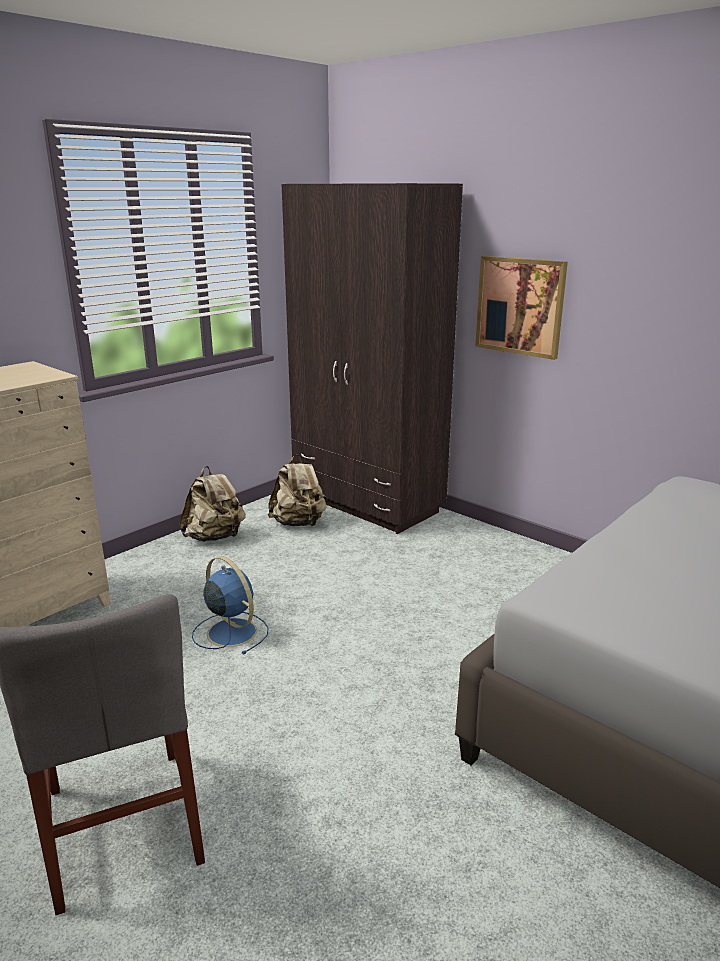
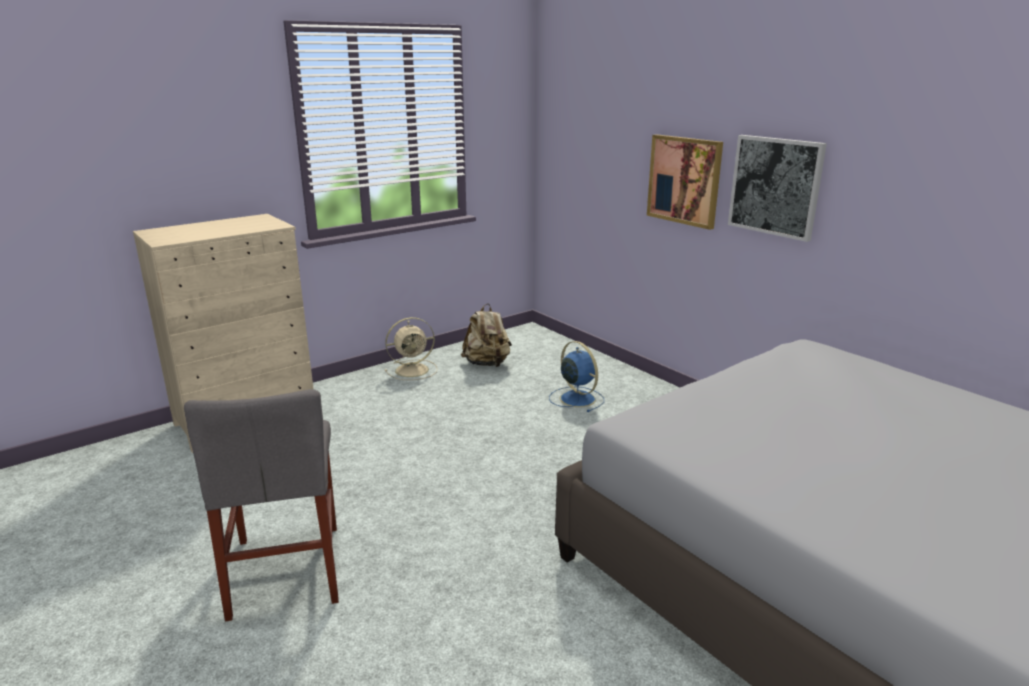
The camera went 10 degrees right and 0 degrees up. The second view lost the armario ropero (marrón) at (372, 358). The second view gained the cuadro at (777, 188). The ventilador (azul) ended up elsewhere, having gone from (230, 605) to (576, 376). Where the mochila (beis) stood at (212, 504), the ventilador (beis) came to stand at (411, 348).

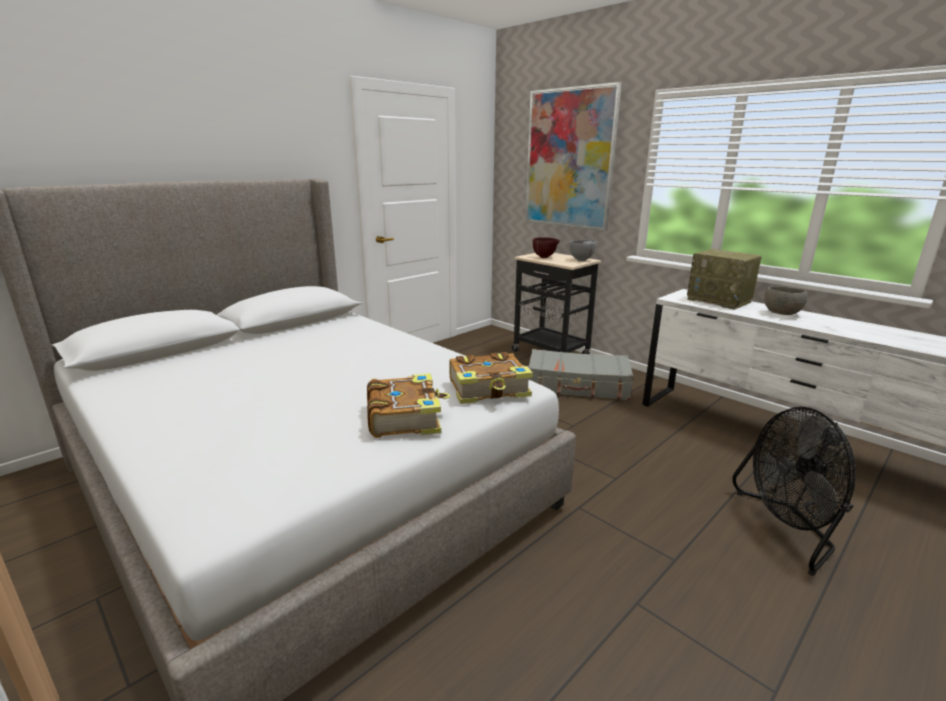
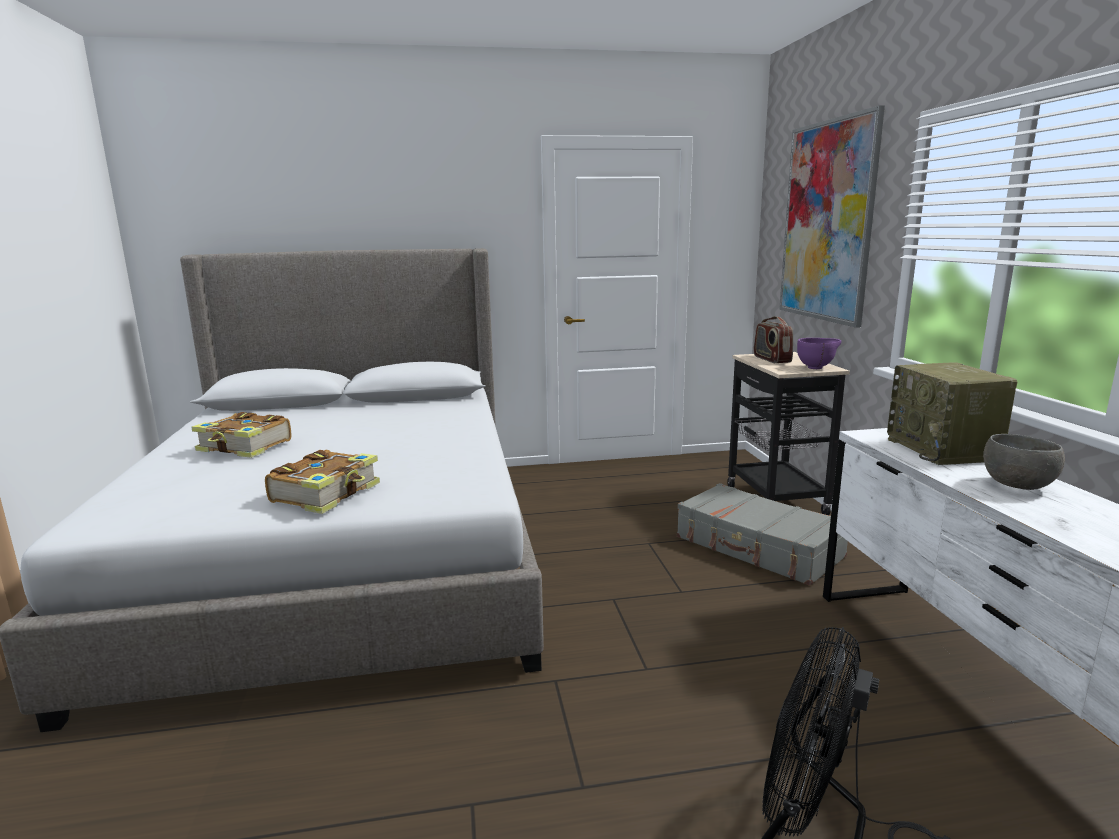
The camera went 35 degrees right and 5 degrees down. The libro ended up elsewhere, having gone from (491, 378) to (241, 435). Where the cuenco (marrón) stood at (546, 247), the radio came to stand at (773, 339). What was the cuenco (gris) at (583, 251) turned into the cuenco (morado) at (819, 353).

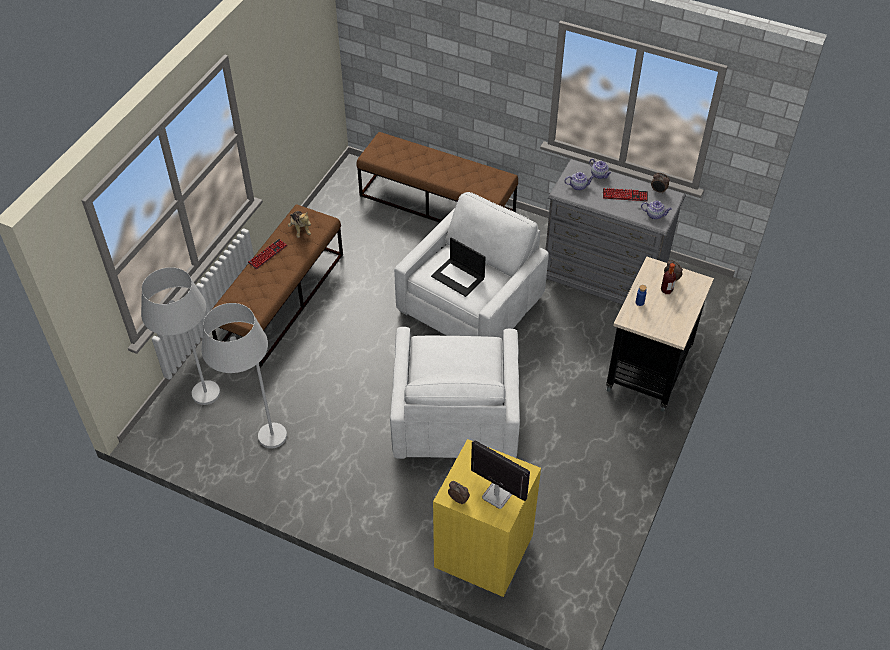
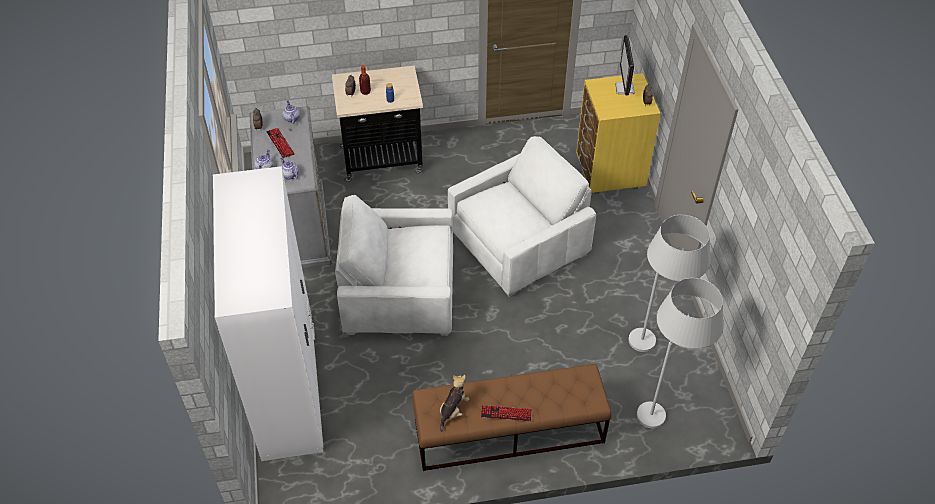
The camera went 125 degrees left and 0 degrees up. The second view lost the portátil at (458, 267). Where the banco (marrón) stood at (437, 177), the armario ropero (blanco) came to stand at (268, 313).

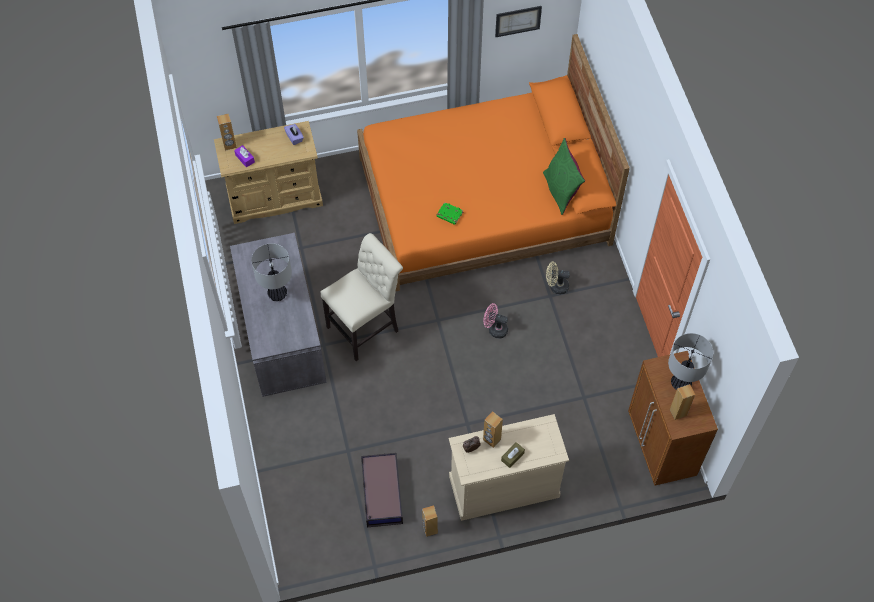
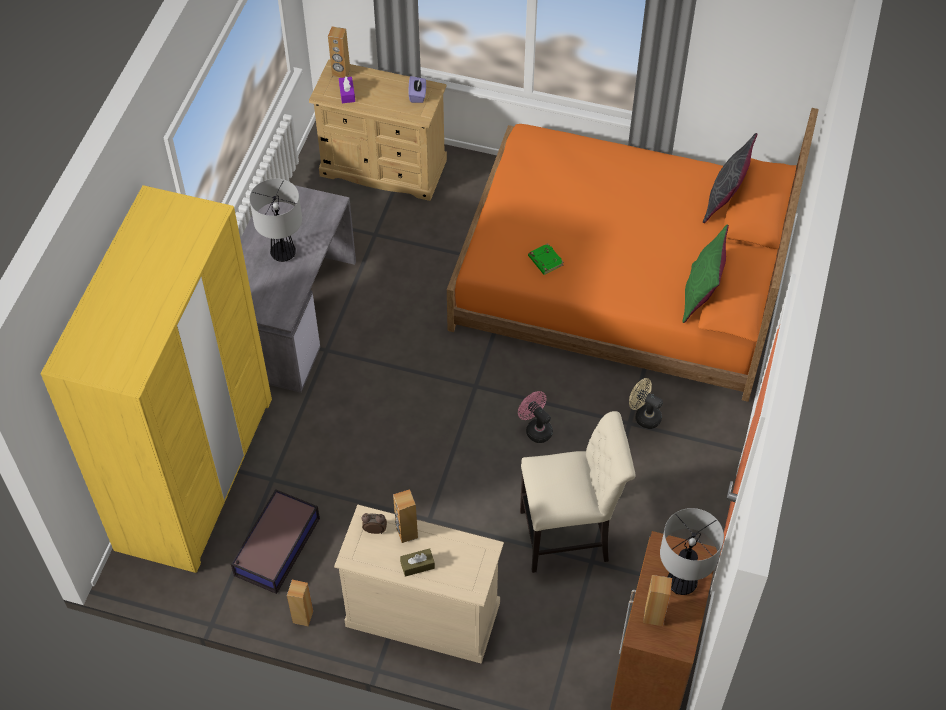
The camera went 30 degrees right and 5 degrees down. The second view lost the cuadro at (518, 21). The second view gained the armario ropero (amarillo) at (156, 379). The second view gained the cojín (gris) at (730, 178). The taburete (beis) ended up elsewhere, having gone from (361, 297) to (578, 492).

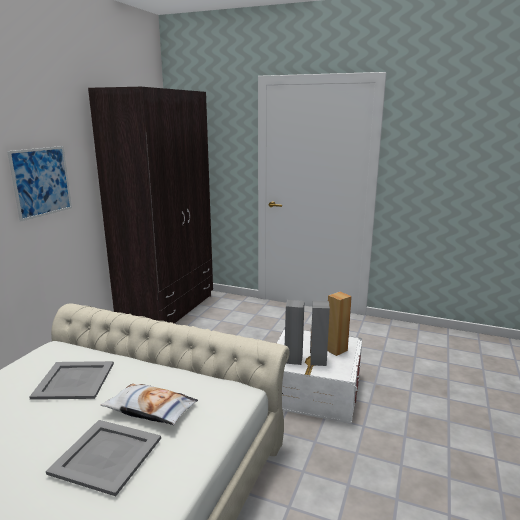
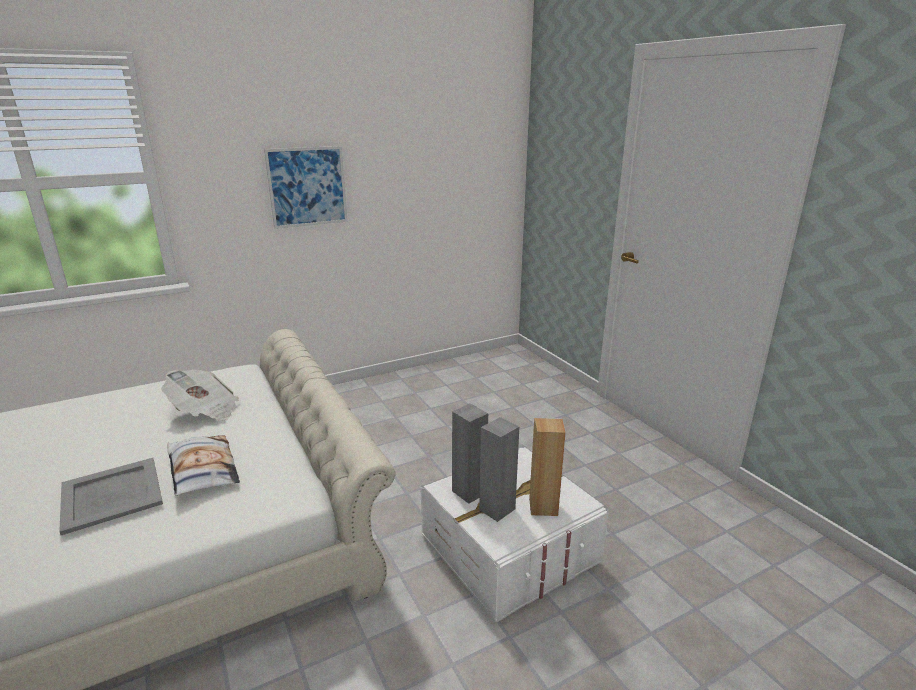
The camera went 40 degrees right and 5 degrees up. The second view lost the armario ropero (marrón) at (150, 205). Where the bandeja (gris) stood at (71, 380), the periódico came to stand at (200, 395).

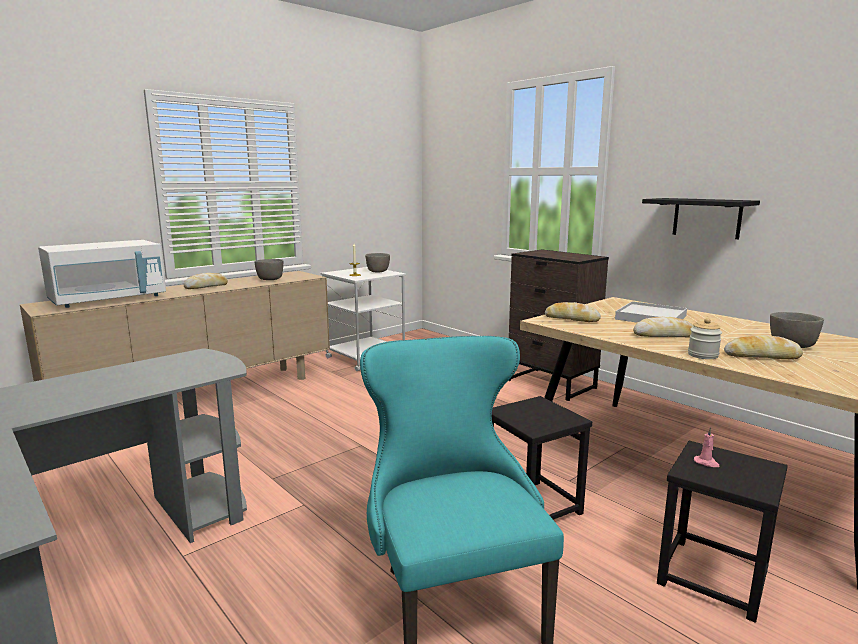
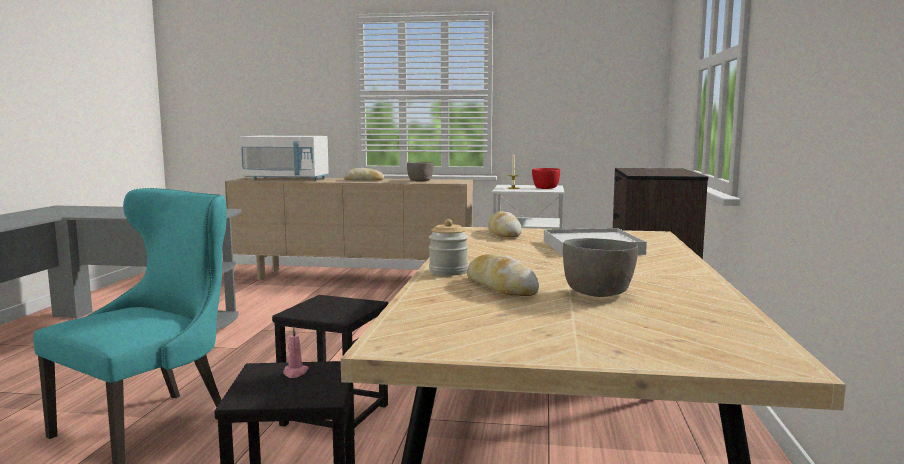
The camera went 50 degrees right and 5 degrees down. The second view lost the pan at (663, 327). The second view lost the estante (negro) at (701, 218). What was the cuenco (gris) at (377, 263) turned into the cuenco (rojo) at (546, 178).

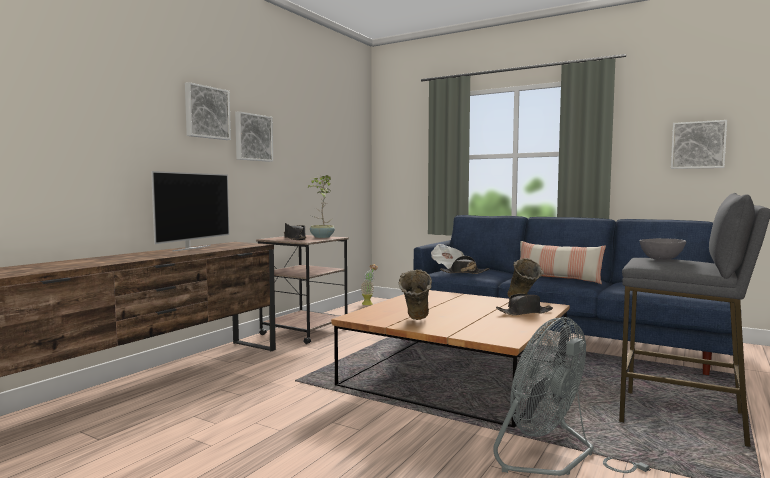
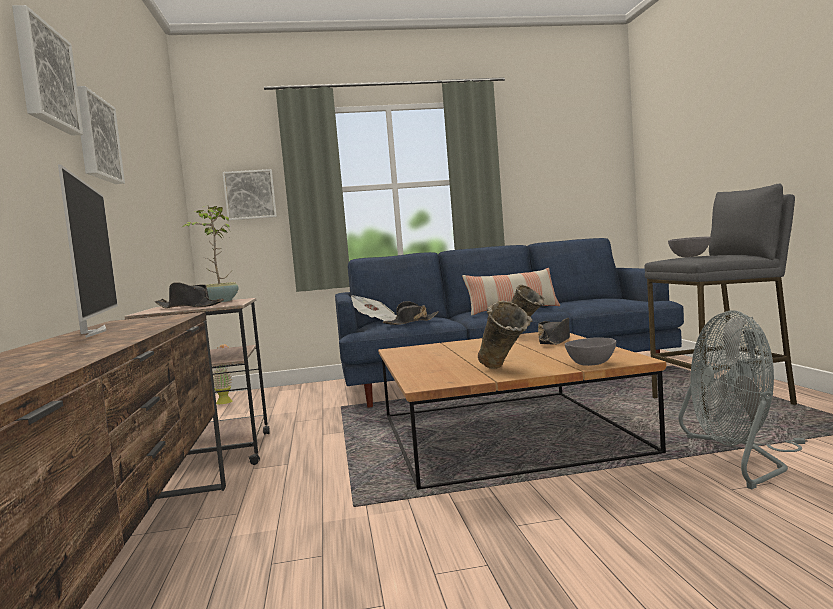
The camera went 40 degrees left and 0 degrees up. The second view gained the cuenco (gris) at (590, 351). The cuadro ended up elsewhere, having gone from (699, 144) to (249, 195).

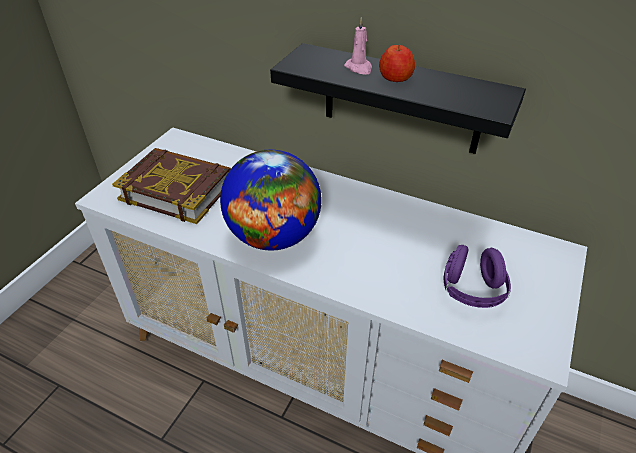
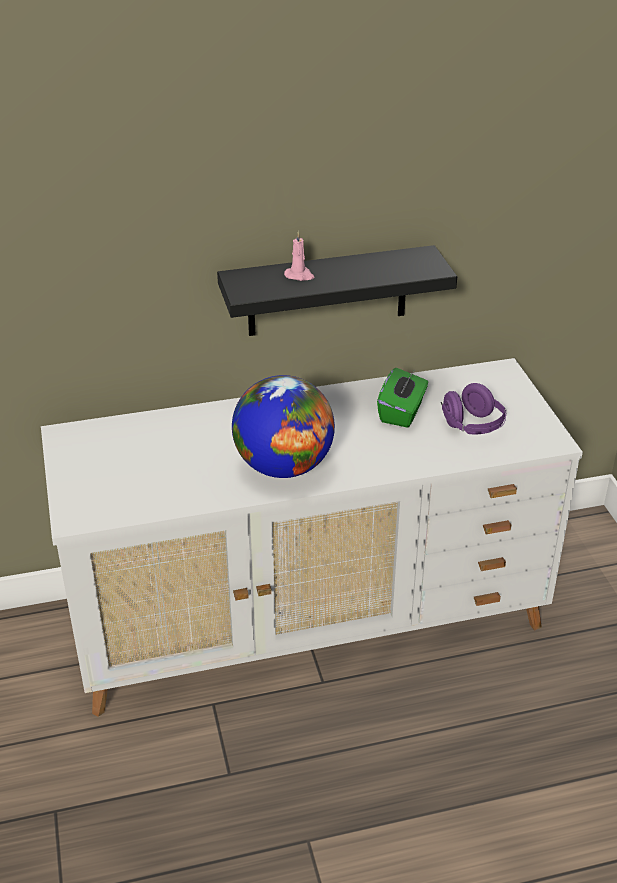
The camera went 40 degrees left and 5 degrees down. The second view lost the libro at (171, 186). The second view lost the manzana at (397, 63). The second view gained the caja de pañuelos (verde) at (402, 398).

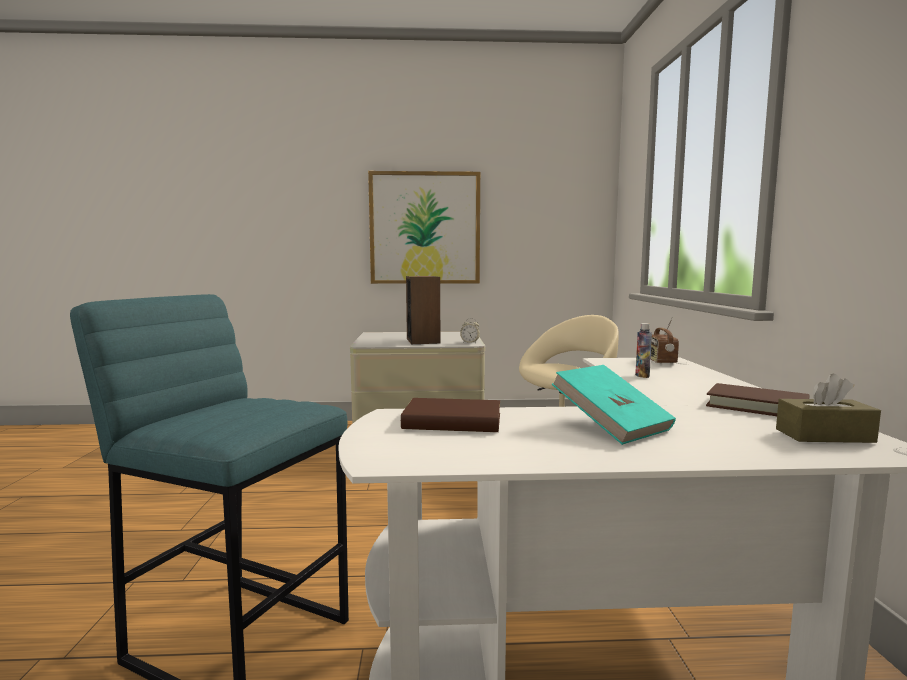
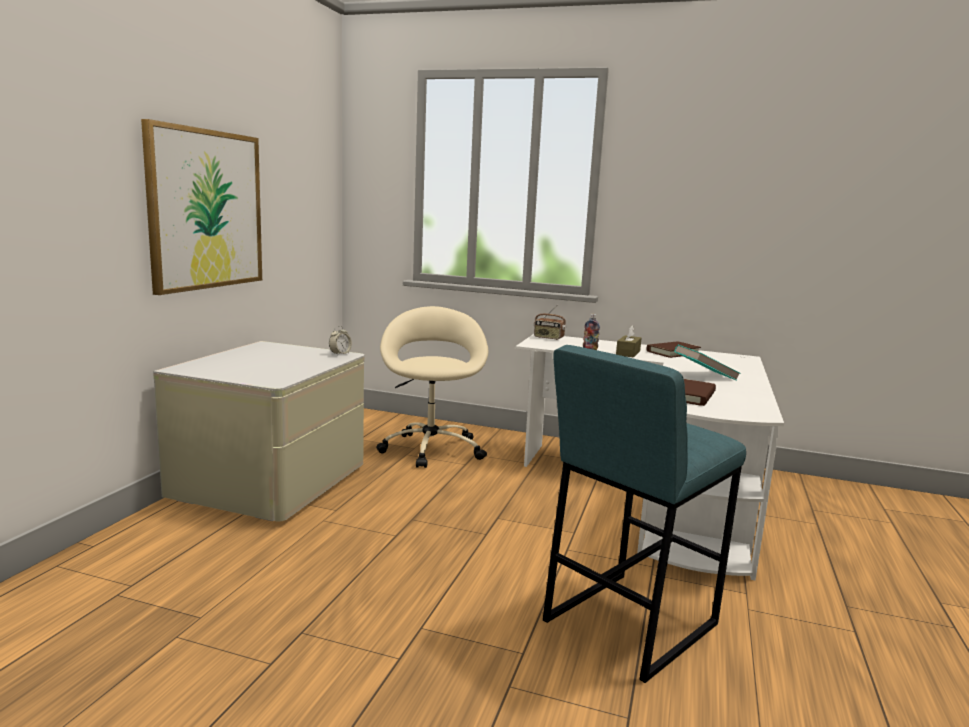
The camera went 70 degrees left and 5 degrees up. The second view lost the altavoz at (423, 310). The caja de pañuelos (marrón) ended up elsewhere, having gone from (828, 408) to (628, 341).

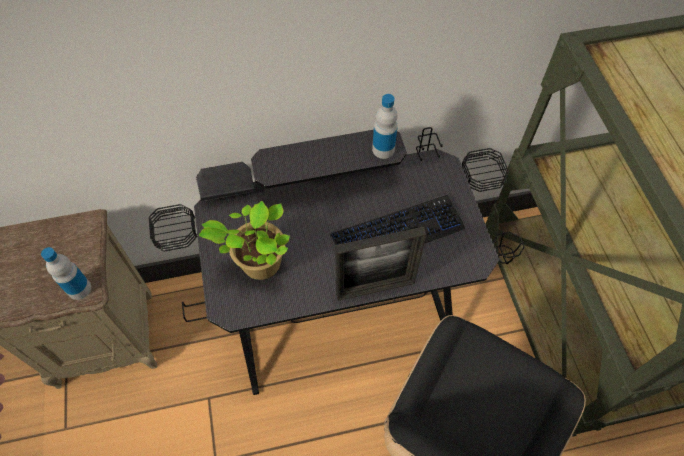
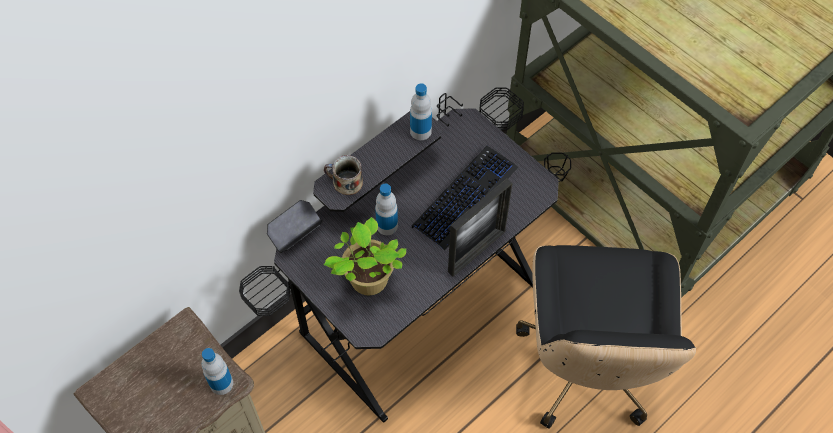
The camera went 30 degrees left and 0 degrees up. The second view gained the taza grande at (343, 175). The second view gained the botella at (386, 209).

